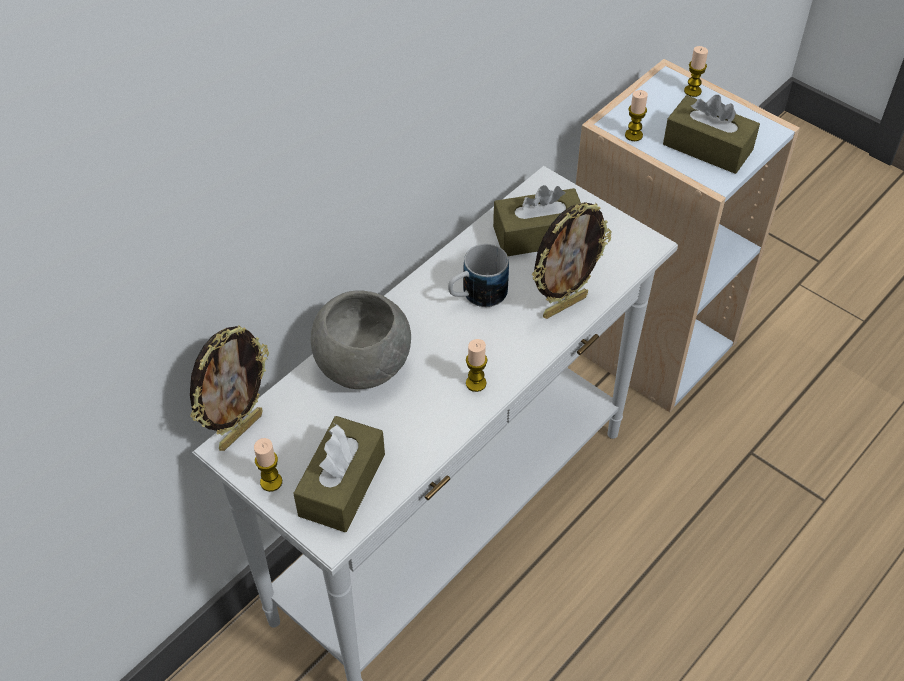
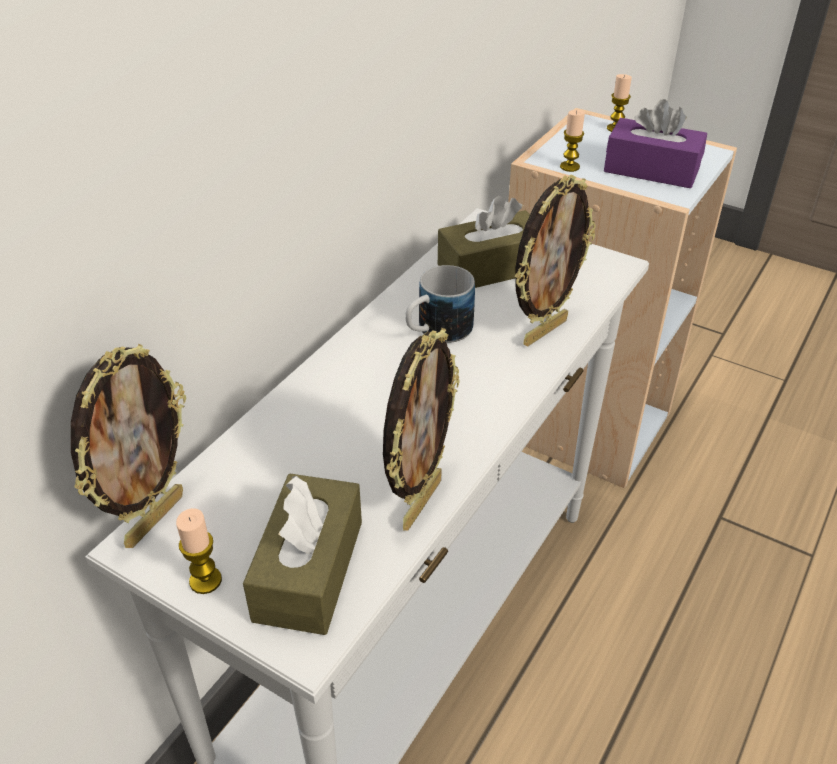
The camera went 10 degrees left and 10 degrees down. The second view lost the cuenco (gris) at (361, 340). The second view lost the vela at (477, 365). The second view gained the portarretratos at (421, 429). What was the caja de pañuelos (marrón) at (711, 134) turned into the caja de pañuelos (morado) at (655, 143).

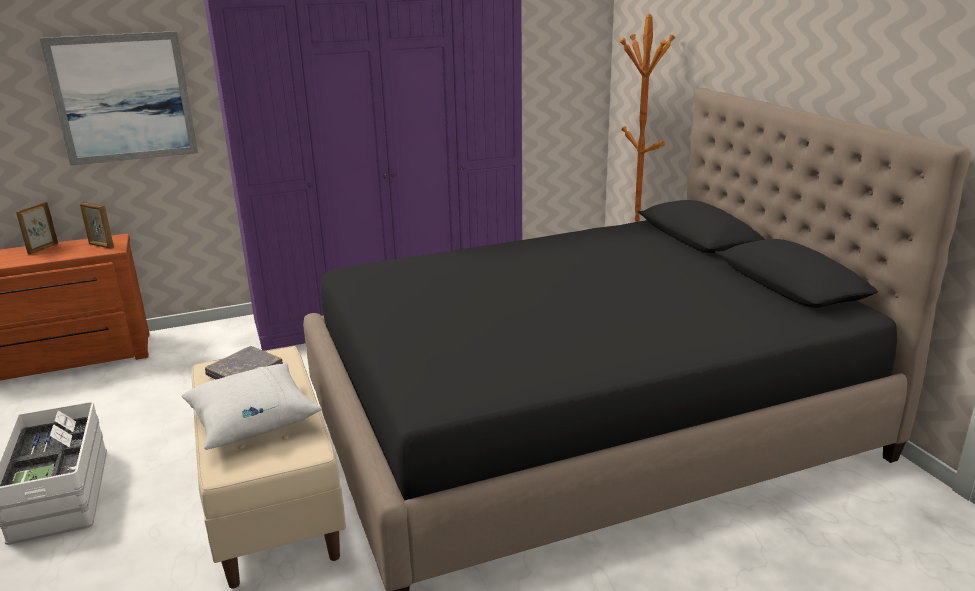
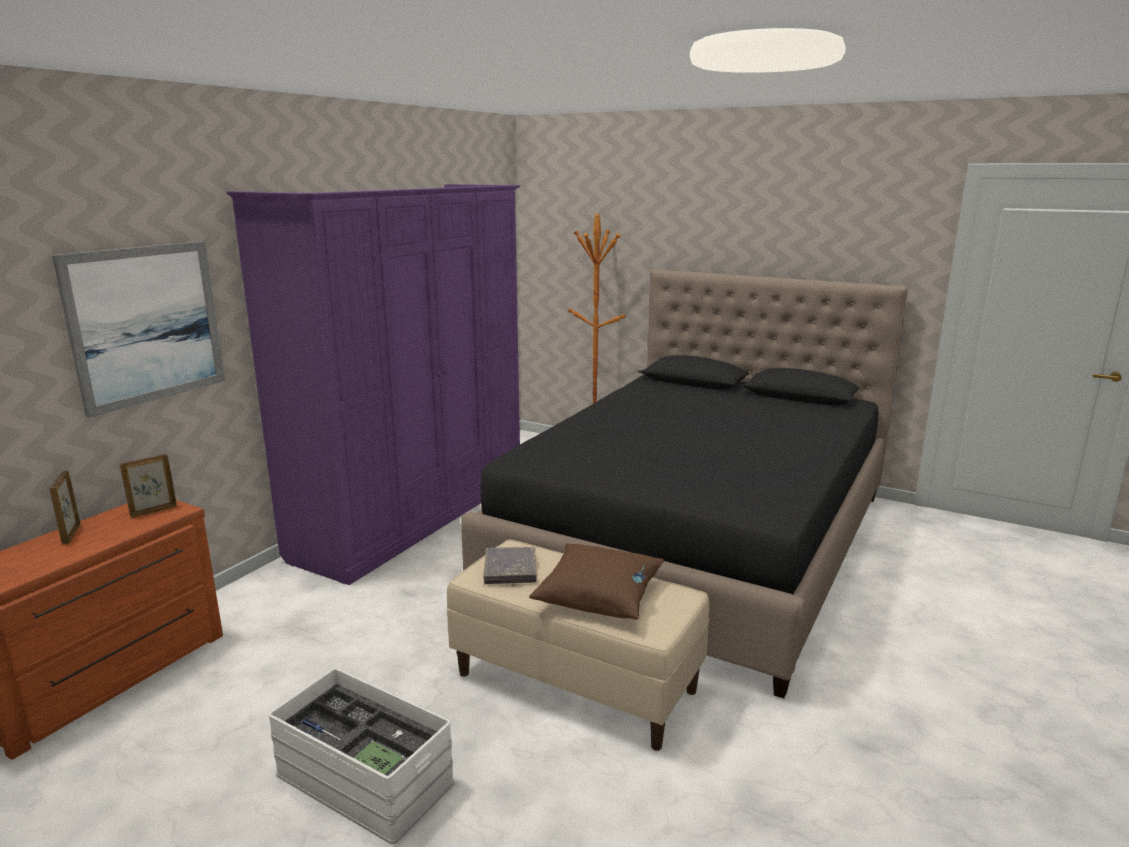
The camera went 40 degrees left and 5 degrees down. What was the cojín (gris) at (251, 406) turned into the cojín (marrón) at (596, 581). The portarretratos at (97, 225) ended up facing another way, 150 degrees clockwise from before.

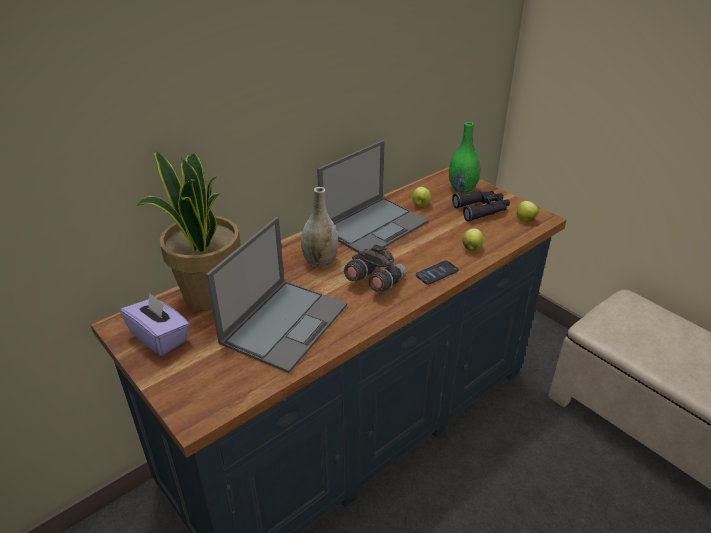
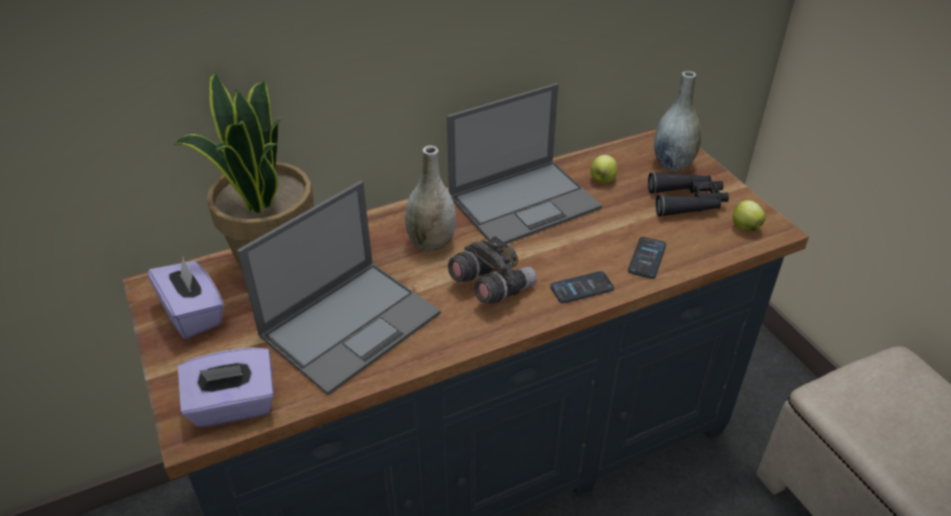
The camera went 15 degrees right and 5 degrees up. The second view gained the caja de pañuelos (morado) at (226, 387). Where the manzana stood at (473, 239), the móvil came to stand at (647, 258). What was the florero (verde) at (464, 157) turned into the florero (gris) at (677, 121).

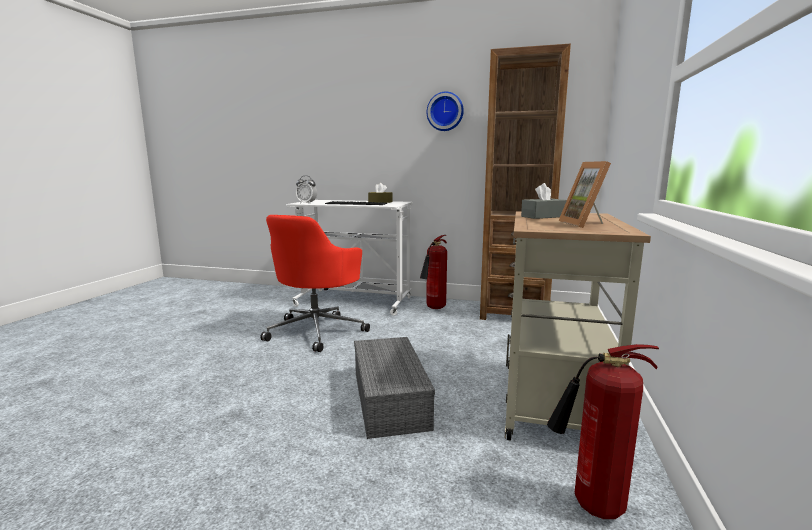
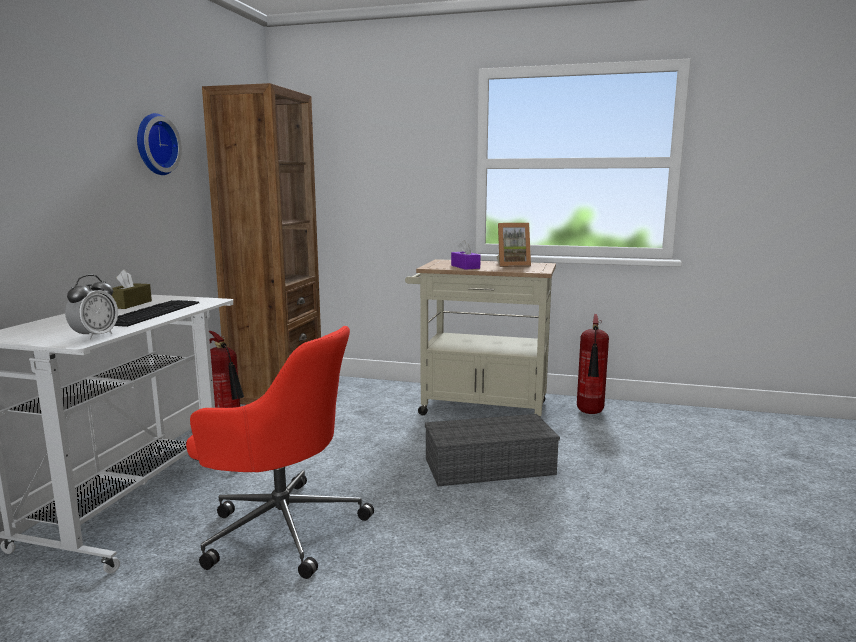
The camera went 90 degrees left and 0 degrees up. What was the caja de pañuelos (gris) at (543, 201) turned into the caja de pañuelos (morado) at (466, 255).

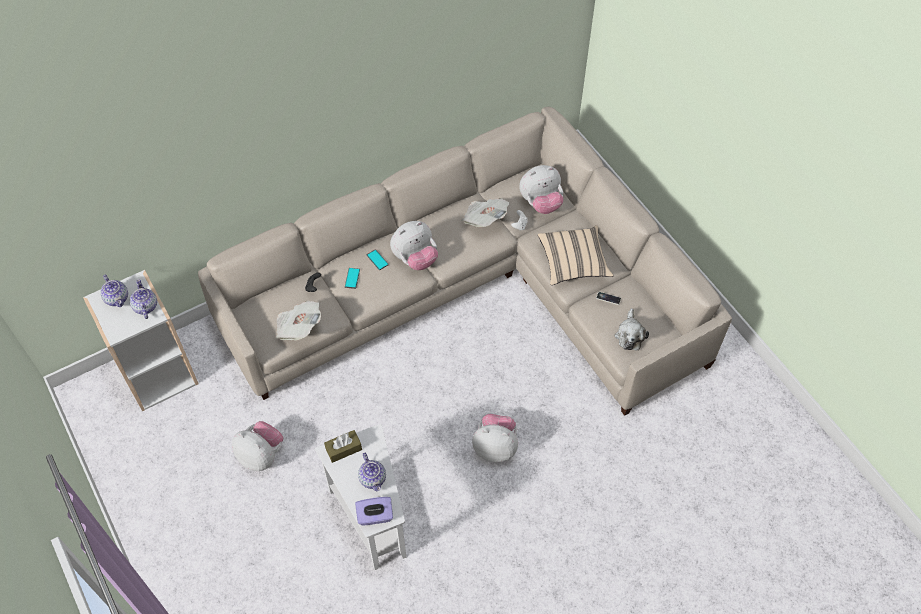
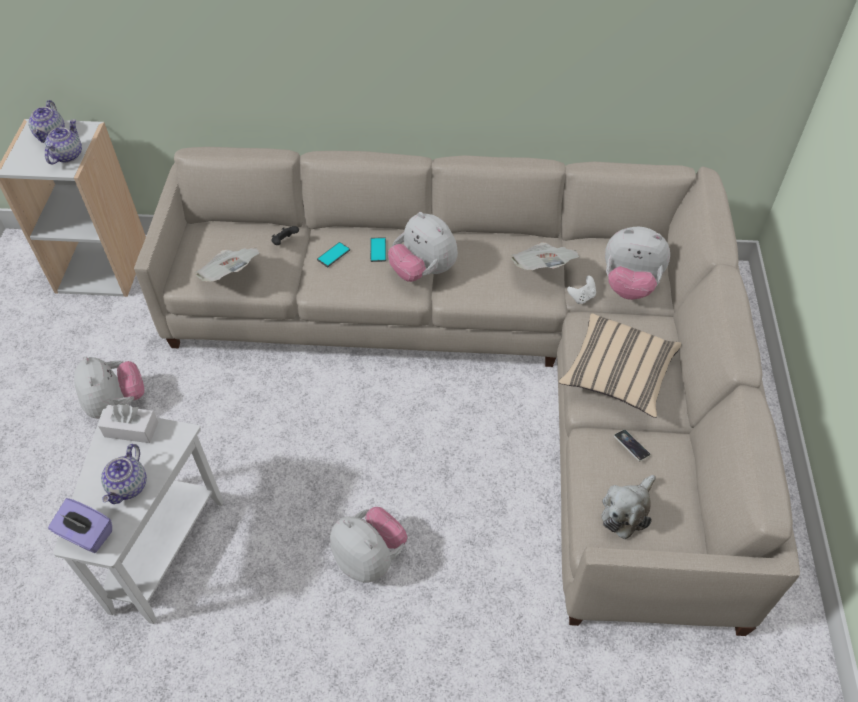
The camera went 35 degrees right and 5 degrees down. What was the caja de pañuelos (marrón) at (343, 446) turned into the caja de pañuelos (blanco) at (128, 423). The peluche at (414, 245) ended up facing another way, 45 degrees clockwise from before.

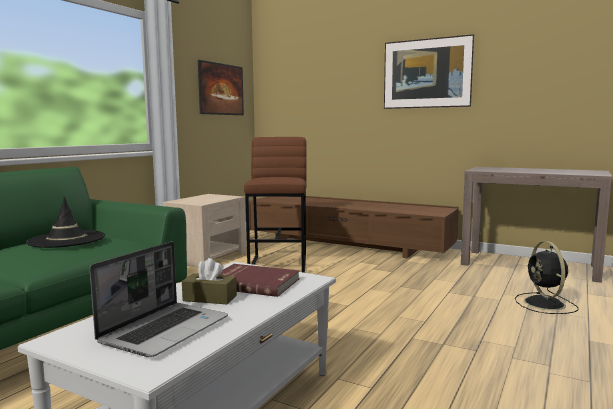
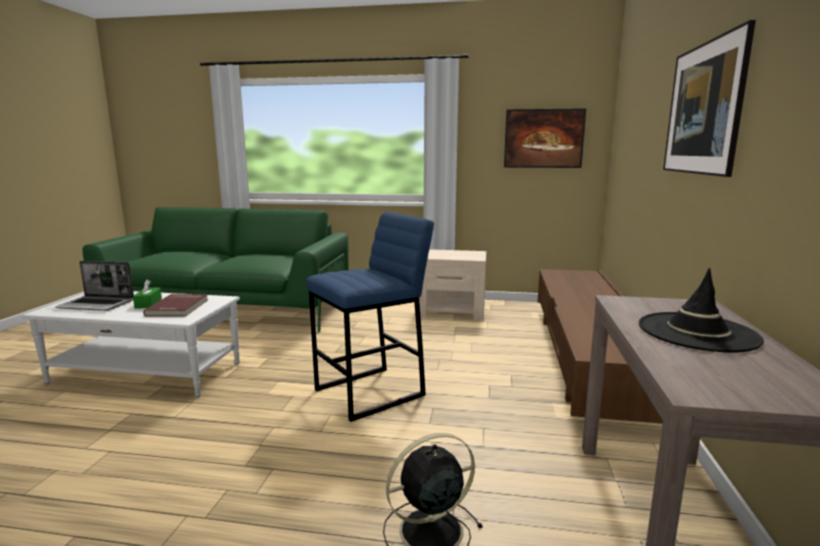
The camera went 70 degrees right and 5 degrees up. The second view lost the taburete (marrón) at (275, 205). The second view gained the taburete (azul) at (370, 317). The sombrero (negro) ended up elsewhere, having gone from (65, 222) to (701, 310). What was the caja de pañuelos (marrón) at (209, 281) turned into the caja de pañuelos (verde) at (147, 294).

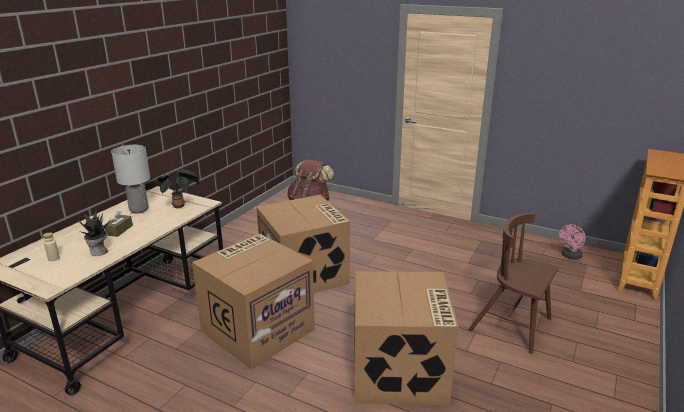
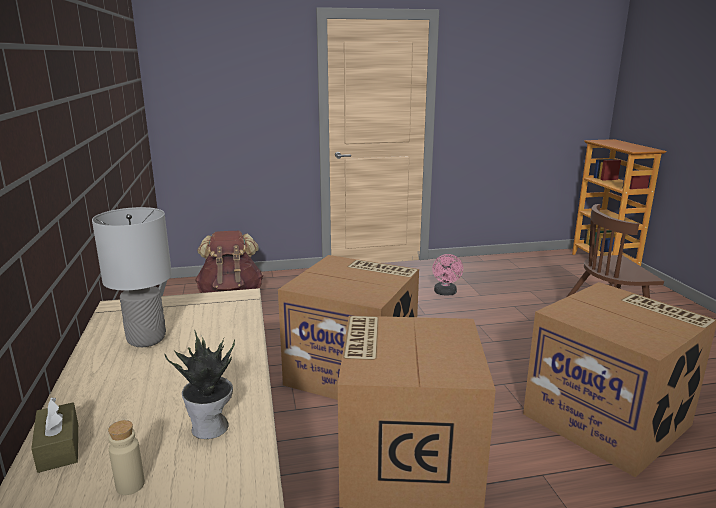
The camera went 40 degrees left and 5 degrees down. The second view lost the planta en maceta at (178, 189). The caja de pañuelos (marrón) ended up elsewhere, having gone from (119, 224) to (54, 435). The ventilador (rosa) ended up elsewhere, having gone from (572, 242) to (447, 274).

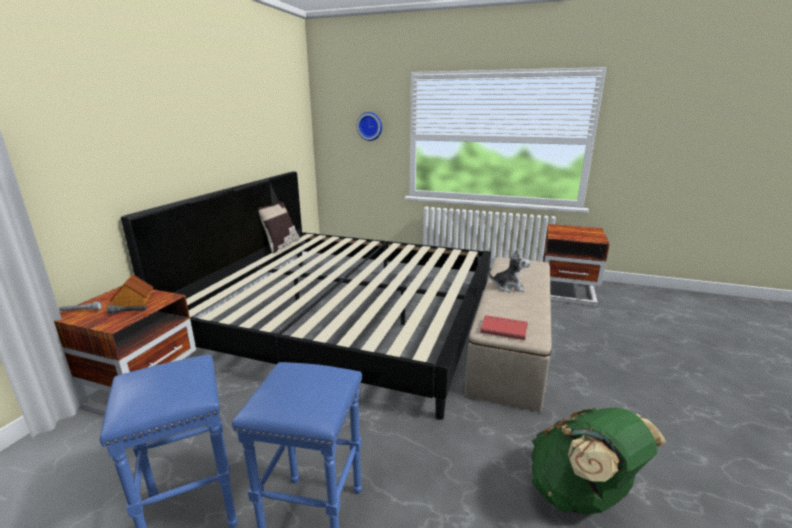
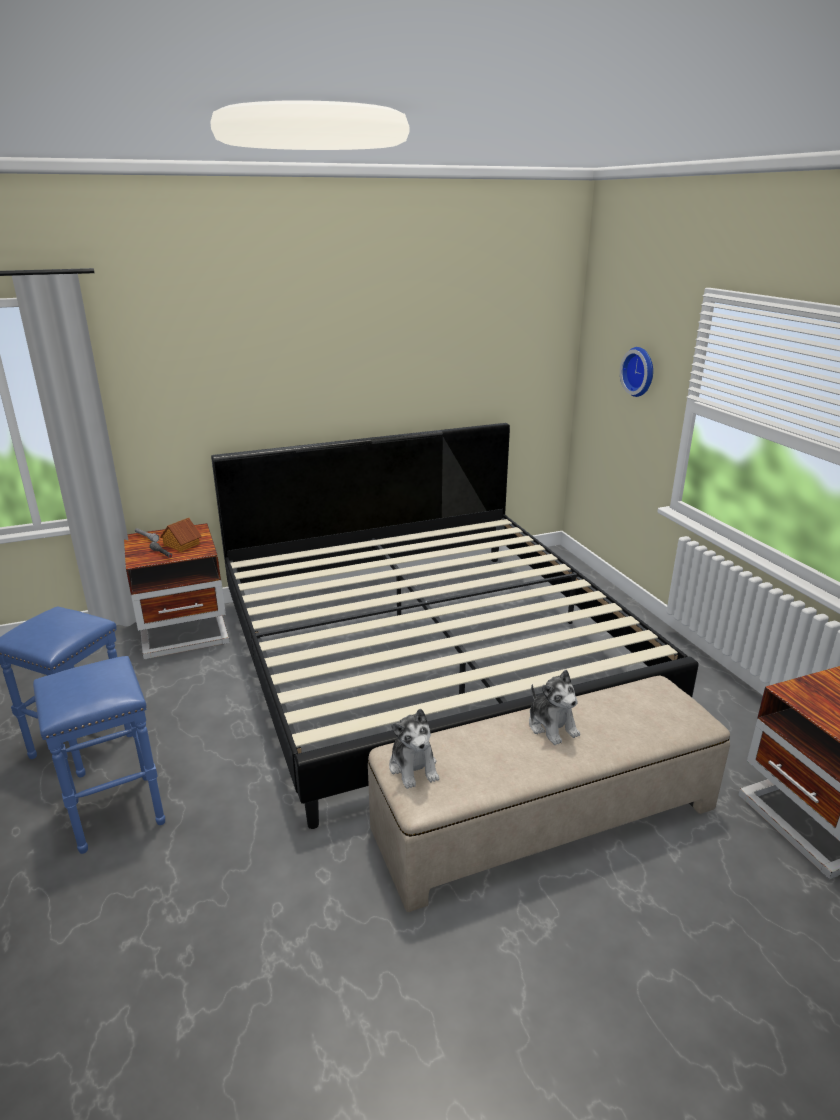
The camera went 50 degrees right and 5 degrees up. The second view lost the cojín at (279, 227). The second view lost the mochila (verde) at (599, 461). Where the libro (rojo) stood at (503, 327), the peluche came to stand at (414, 749).

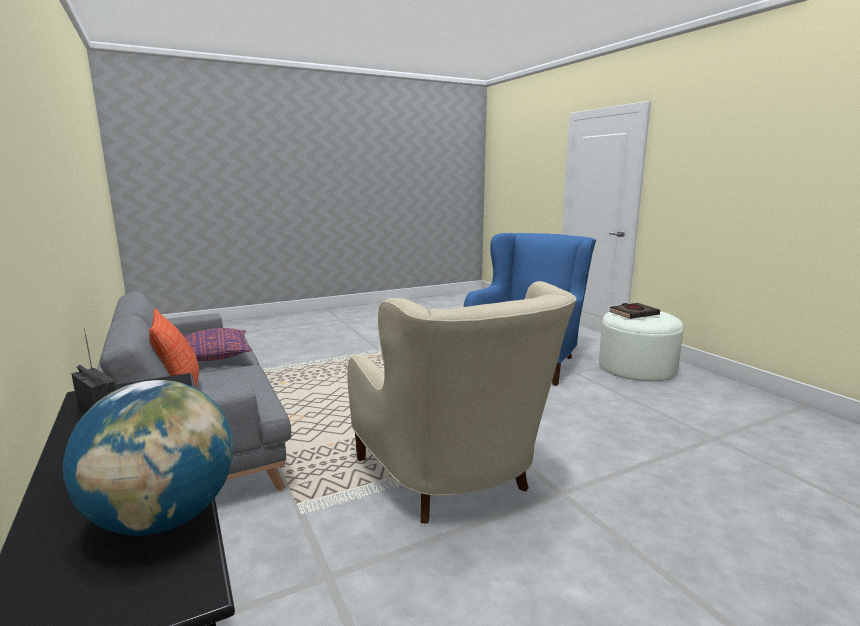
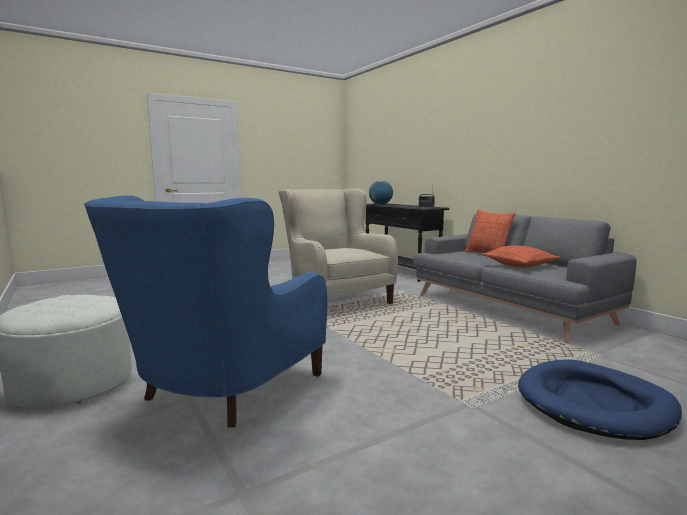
The camera went 175 degrees right and 5 degrees down. The second view lost the libro (negro) at (634, 311). The second view gained the cama para perro (azul) at (600, 399). What was the cojín (morado) at (218, 344) turned into the cojín (naranja) at (521, 256).

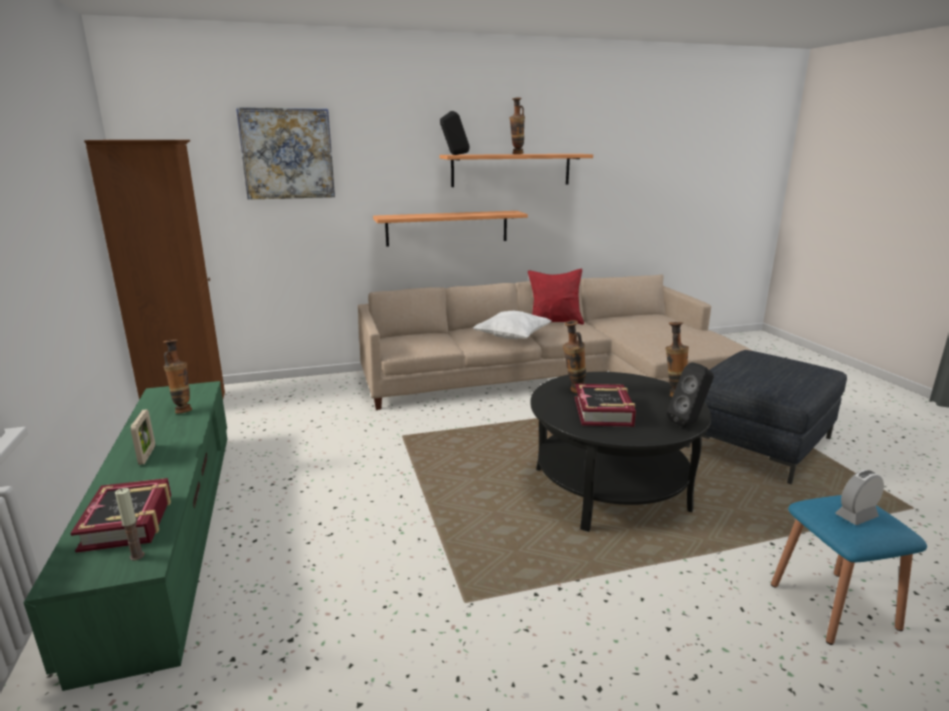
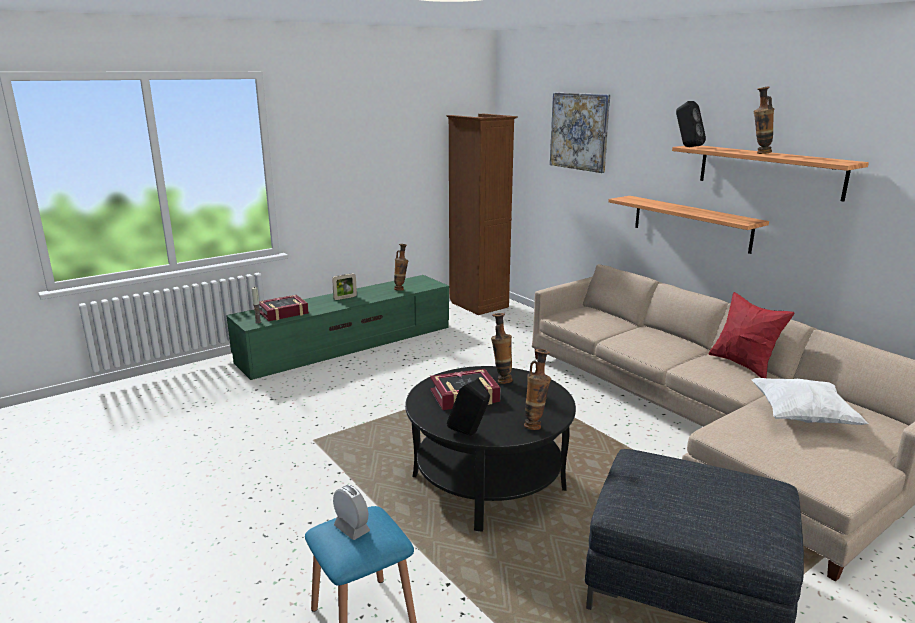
The camera went 70 degrees right and 0 degrees up. The cojín (blanco) ended up elsewhere, having gone from (512, 324) to (810, 401).

